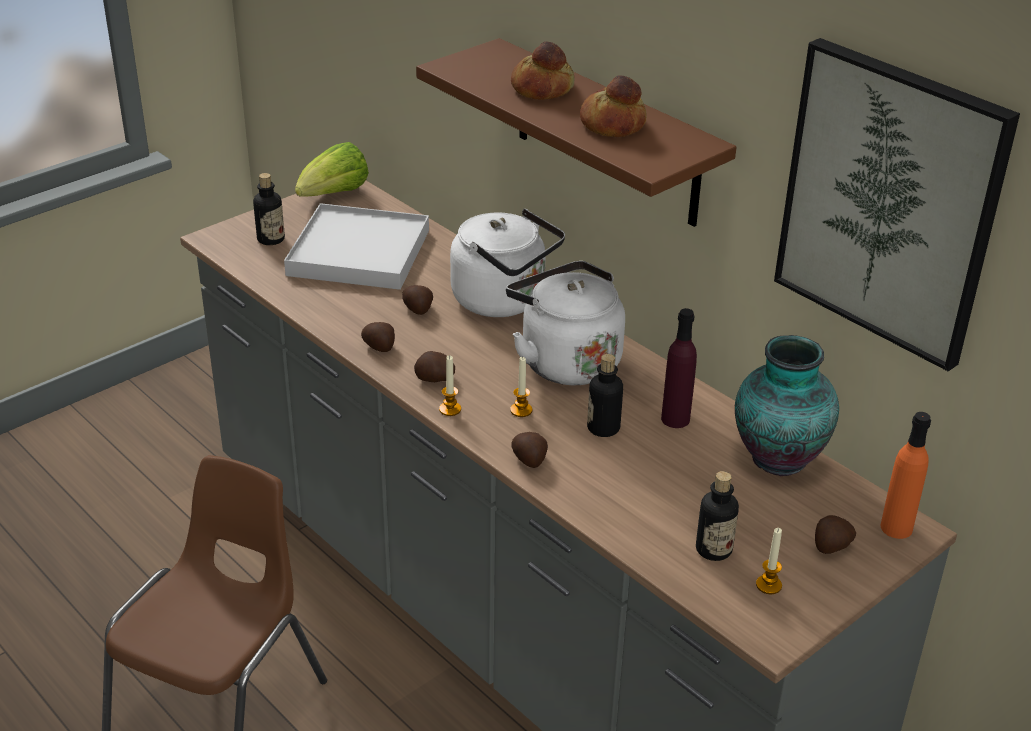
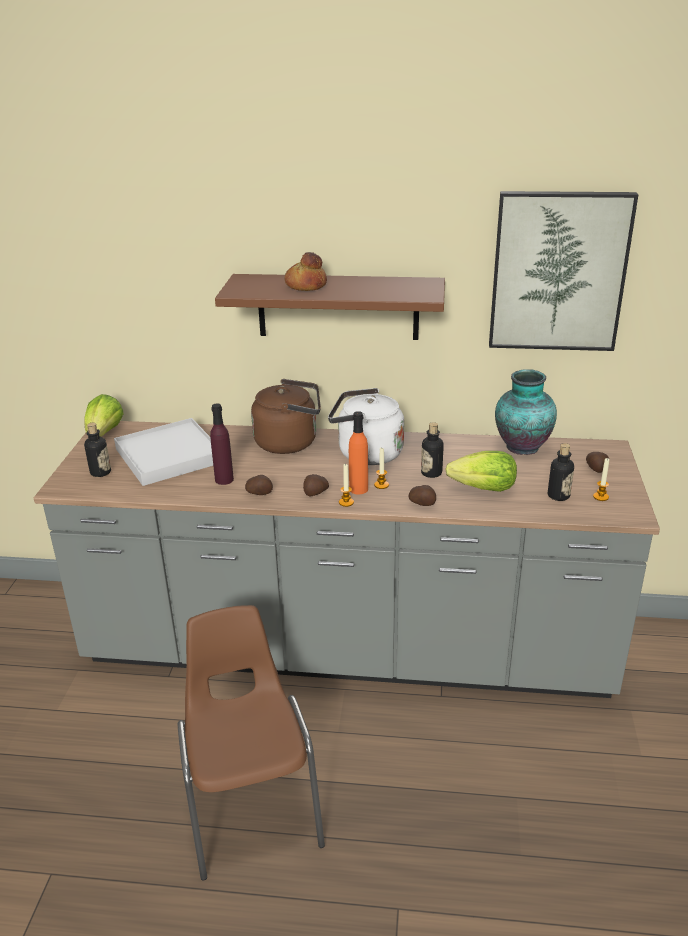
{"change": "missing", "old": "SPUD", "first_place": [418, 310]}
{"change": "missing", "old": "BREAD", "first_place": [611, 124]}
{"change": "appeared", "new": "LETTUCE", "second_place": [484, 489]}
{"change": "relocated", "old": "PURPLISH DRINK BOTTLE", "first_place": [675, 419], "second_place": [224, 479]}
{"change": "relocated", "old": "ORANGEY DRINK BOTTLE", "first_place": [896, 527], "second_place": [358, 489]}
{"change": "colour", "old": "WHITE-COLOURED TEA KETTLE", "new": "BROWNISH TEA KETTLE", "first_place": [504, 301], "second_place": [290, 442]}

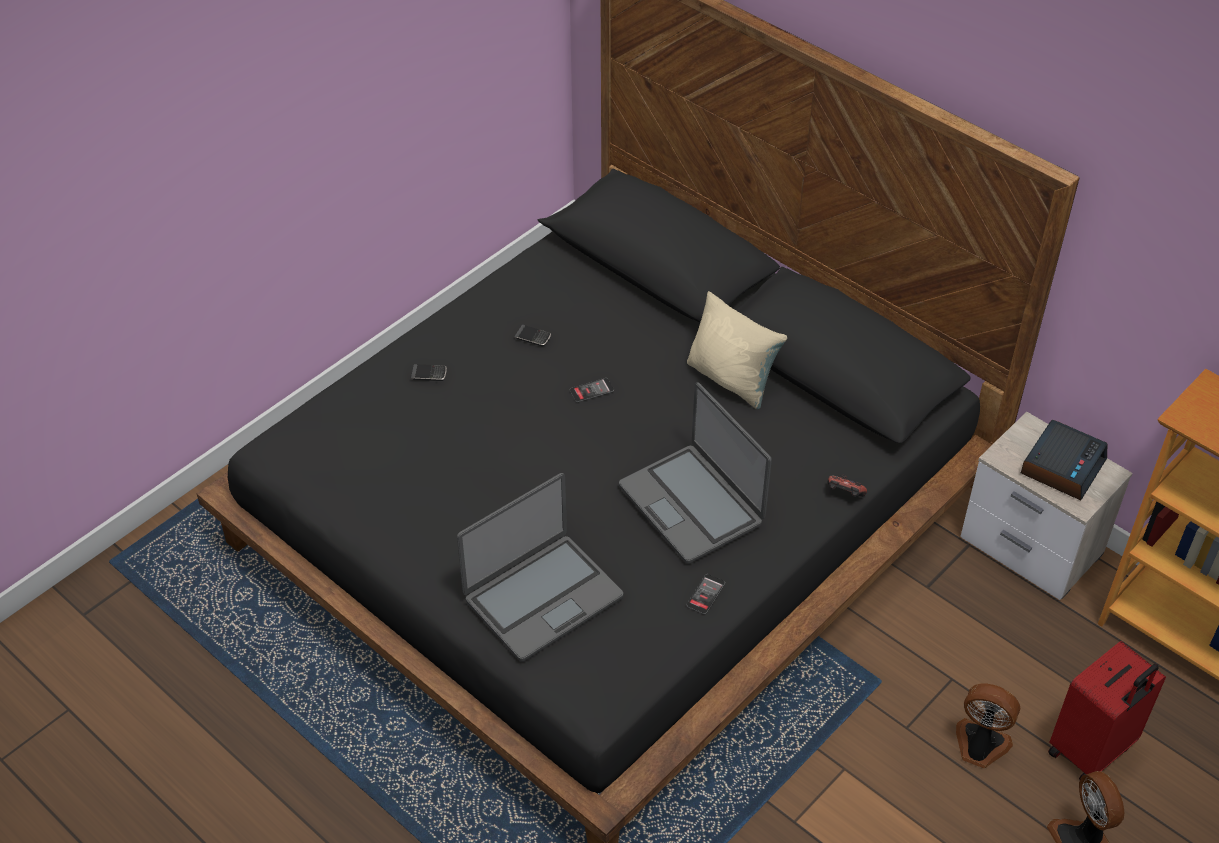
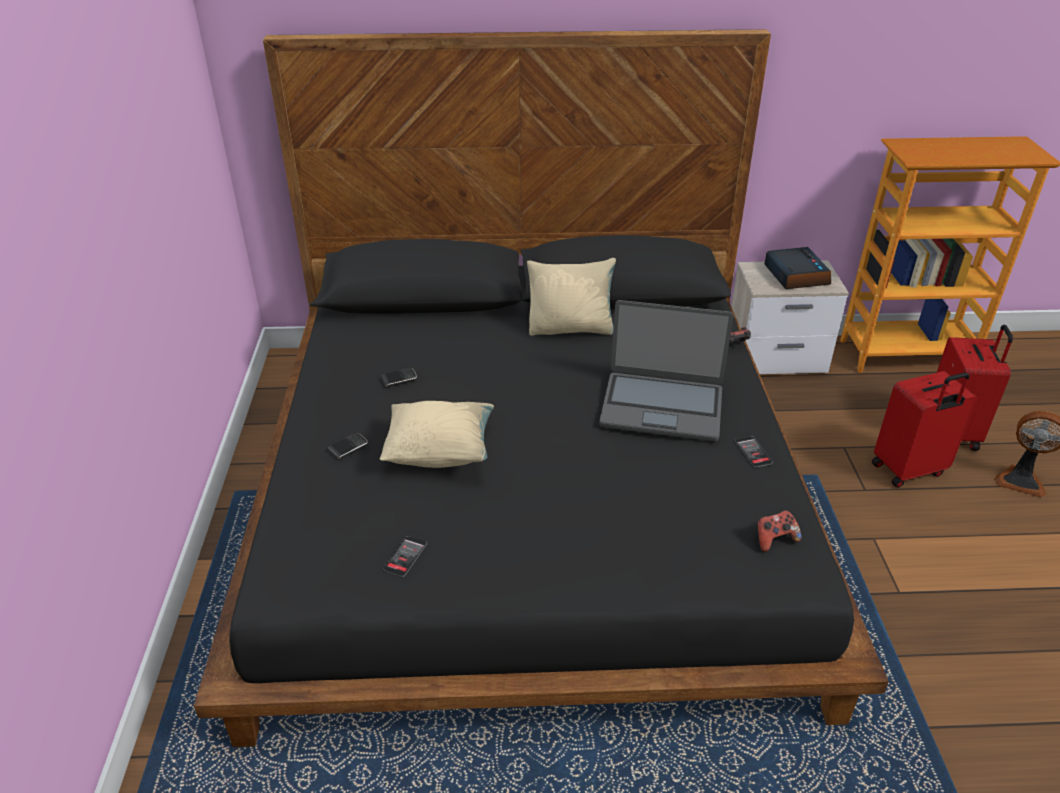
{"change": "missing", "old": "LAPTOP", "first_place": [542, 597]}
{"change": "appeared", "new": "BEIGE-COLOURED THROW PILLOW", "second_place": [440, 452]}
{"change": "appeared", "new": "JOYPAD", "second_place": [774, 539]}
{"change": "relocated", "old": "TELEPHONE", "first_place": [591, 390], "second_place": [405, 556]}
{"change": "exchanged", "old": "ELECTRIC FAN", "new": "REDDISH TRAVEL CASE", "first_place": [979, 746], "second_place": [909, 470]}

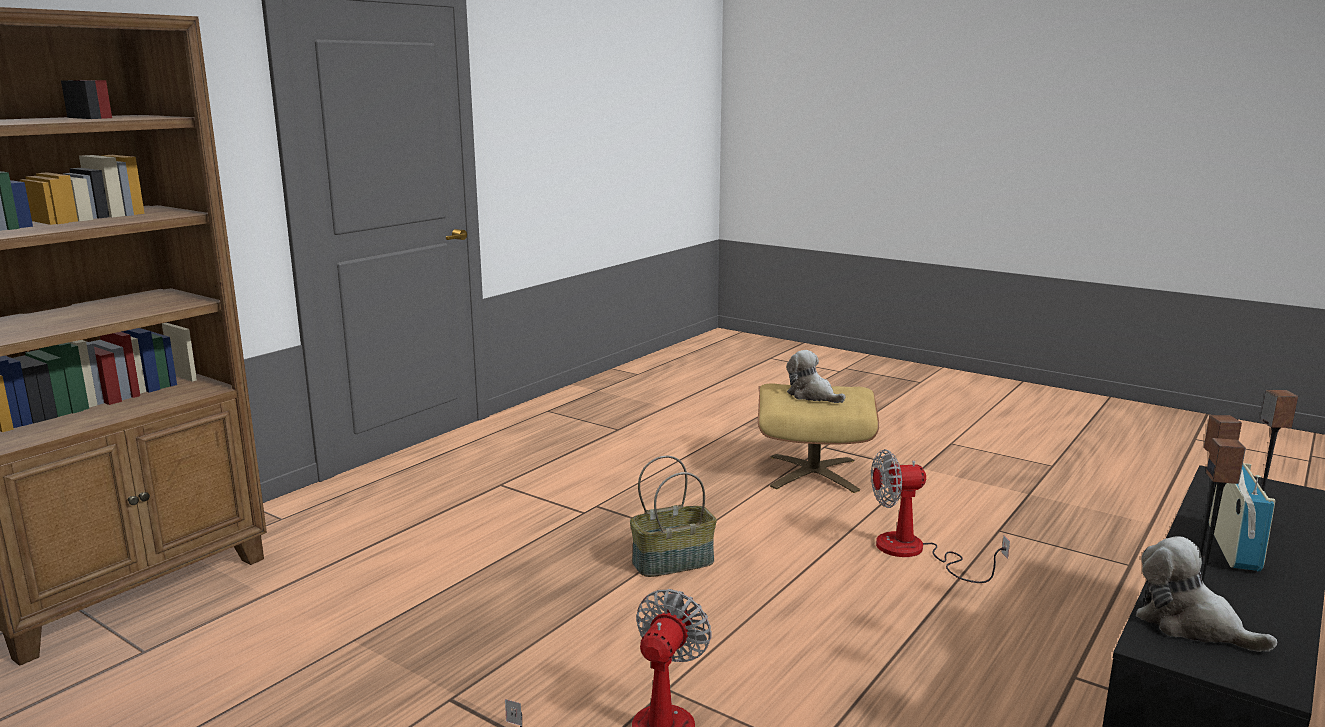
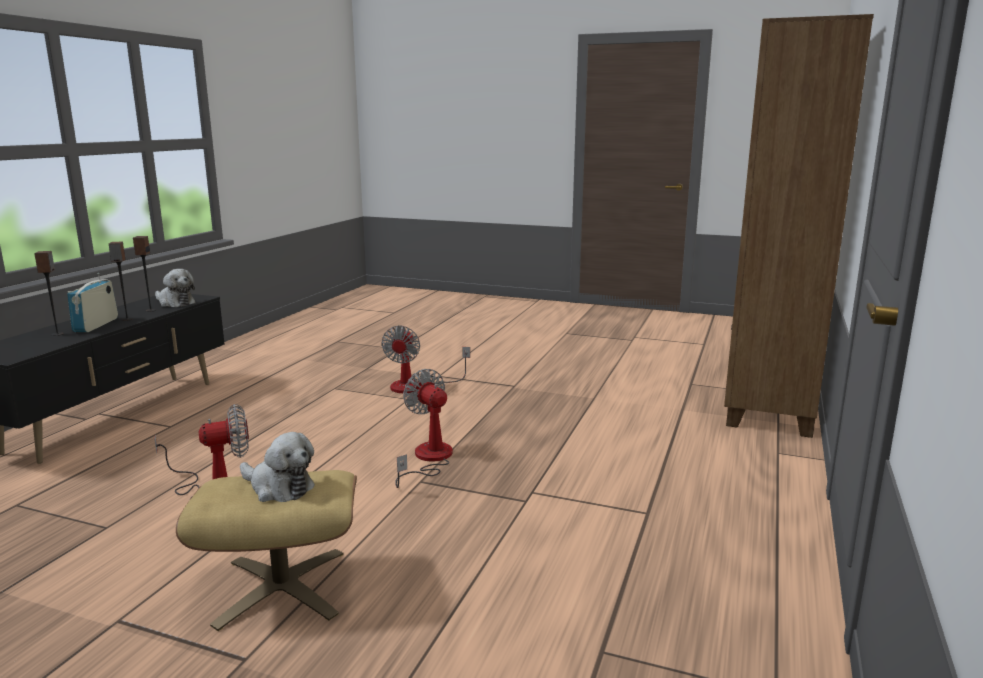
{"change": "exchanged", "old": "STORAGE BASKET", "new": "ELECTRIC FAN", "first_place": [673, 561], "second_place": [428, 459]}

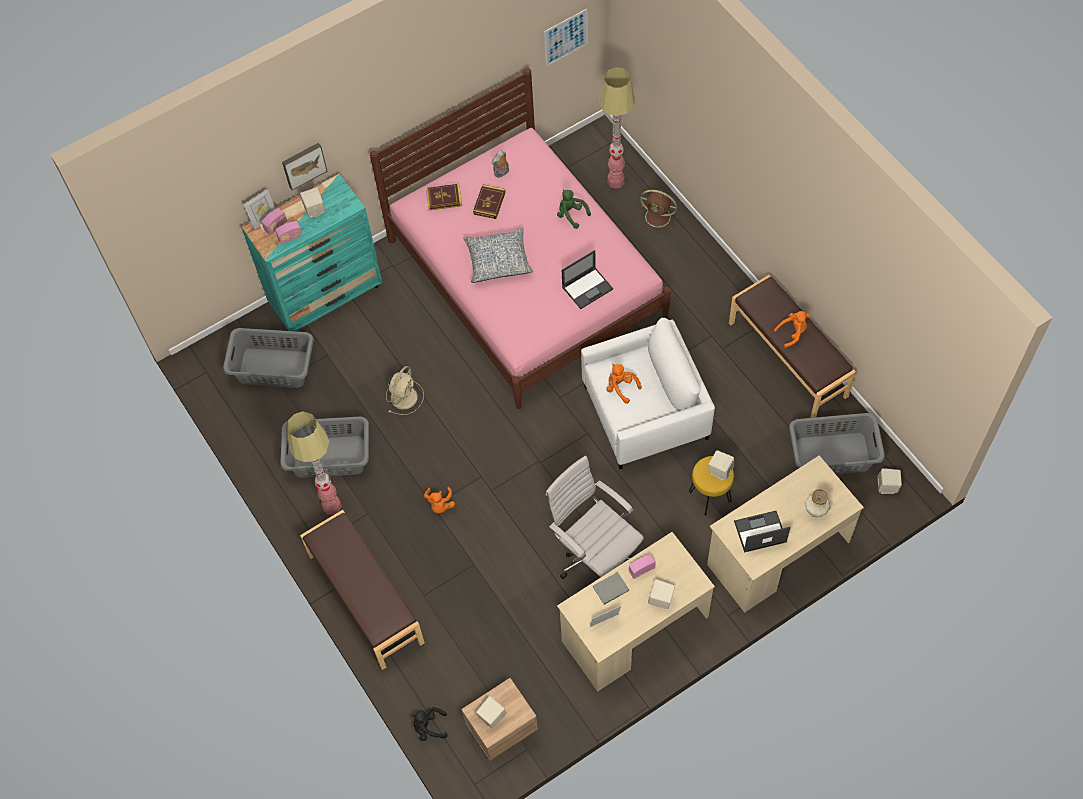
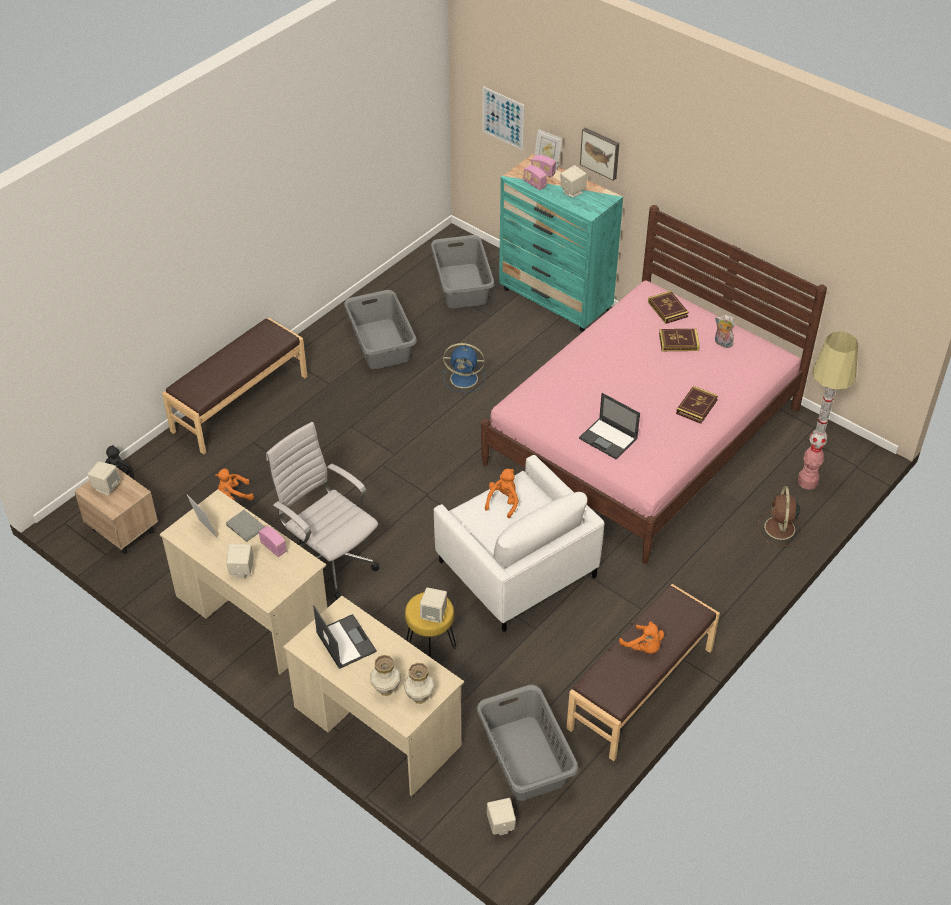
{"change": "missing", "old": "STANDING LAMP", "first_place": [332, 506]}
{"change": "missing", "old": "THROW PILLOW", "first_place": [498, 260]}
{"change": "appeared", "new": "DECORATIVE VASE", "second_place": [419, 697]}
{"change": "relocated", "old": "ORANGEY CUDDLY TOY", "first_place": [440, 504], "second_place": [234, 496]}
{"change": "relocated", "old": "WALL PICTURE", "first_place": [566, 37], "second_place": [503, 118]}
{"change": "exchanged", "old": "GREENISH CUDDLY TOY", "new": "VOLUME", "first_place": [571, 215], "second_place": [696, 407]}
{"change": "colour", "old": "BEIGE-COLOURED ELECTRIC FAN", "new": "BLUE ELECTRIC FAN", "first_place": [404, 396], "second_place": [465, 378]}
{"change": "spun", "old": "WHITE-COLOURED OFFICE CHAIR", "first_place": [594, 556], "second_place": [329, 562], "degrees": -75}

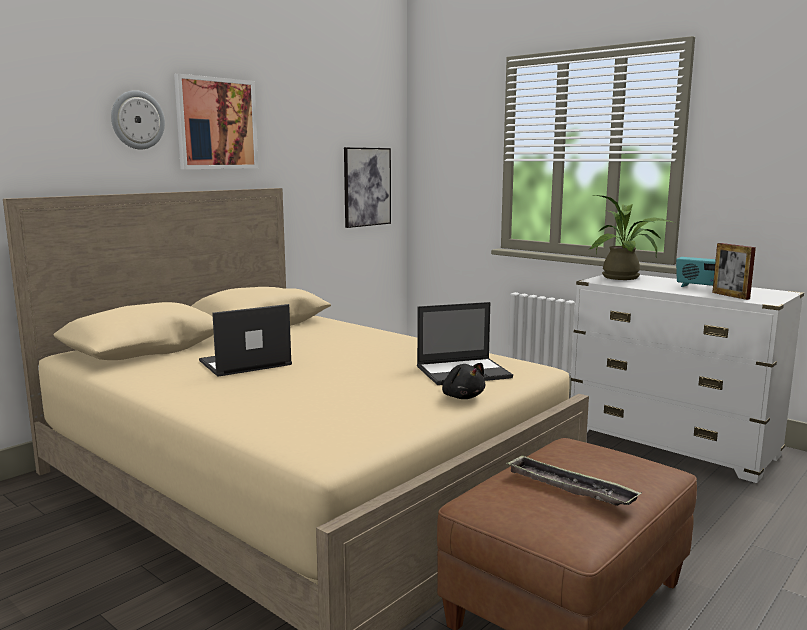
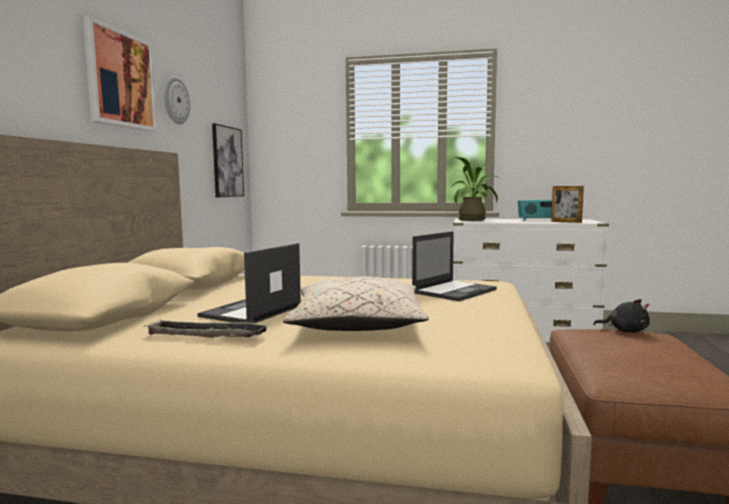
{"change": "appeared", "new": "BEIGE-COLOURED THROW PILLOW", "second_place": [357, 324]}
{"change": "relocated", "old": "WALL CLOCK", "first_place": [137, 120], "second_place": [175, 100]}
{"change": "relocated", "old": "BLACK CUDDLY TOY", "first_place": [462, 397], "second_place": [625, 331]}
{"change": "relocated", "old": "SERVING TRAY", "first_place": [569, 488], "second_place": [206, 335]}

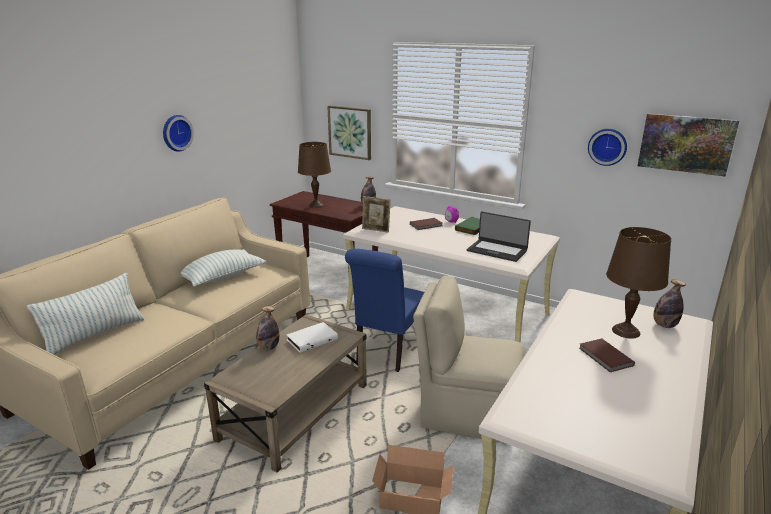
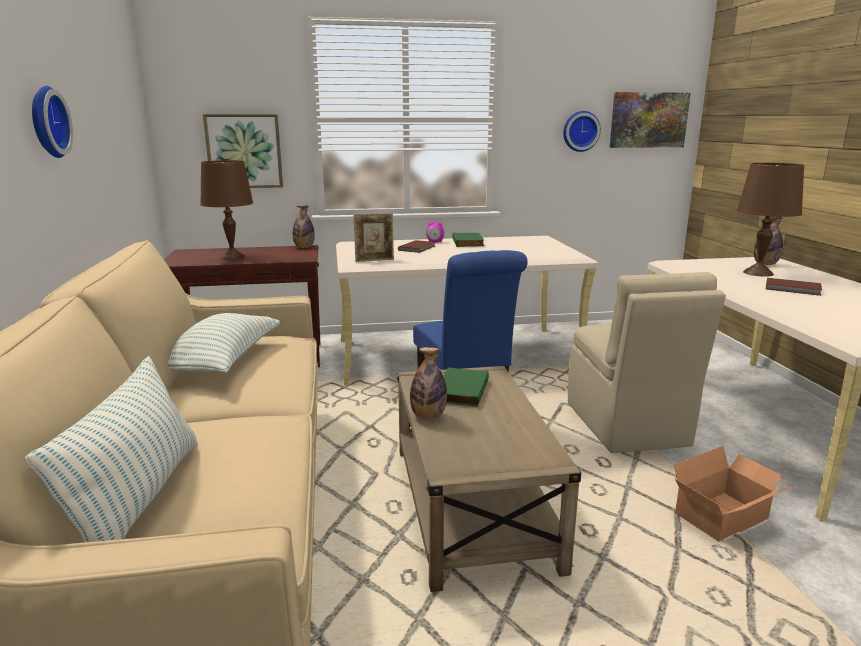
{"change": "missing", "old": "LAPTOP", "first_place": [497, 250]}
{"change": "colour", "old": "WHITE-COLOURED VOLUME", "new": "GREENISH VOLUME", "first_place": [312, 339], "second_place": [460, 390]}
{"change": "spun", "old": "BEIGE-COLOURED CHAIR", "first_place": [467, 413], "second_place": [627, 425], "degrees": -75}

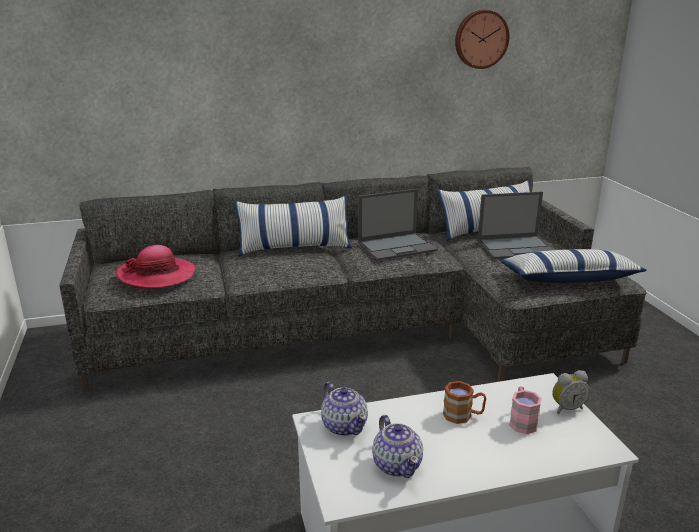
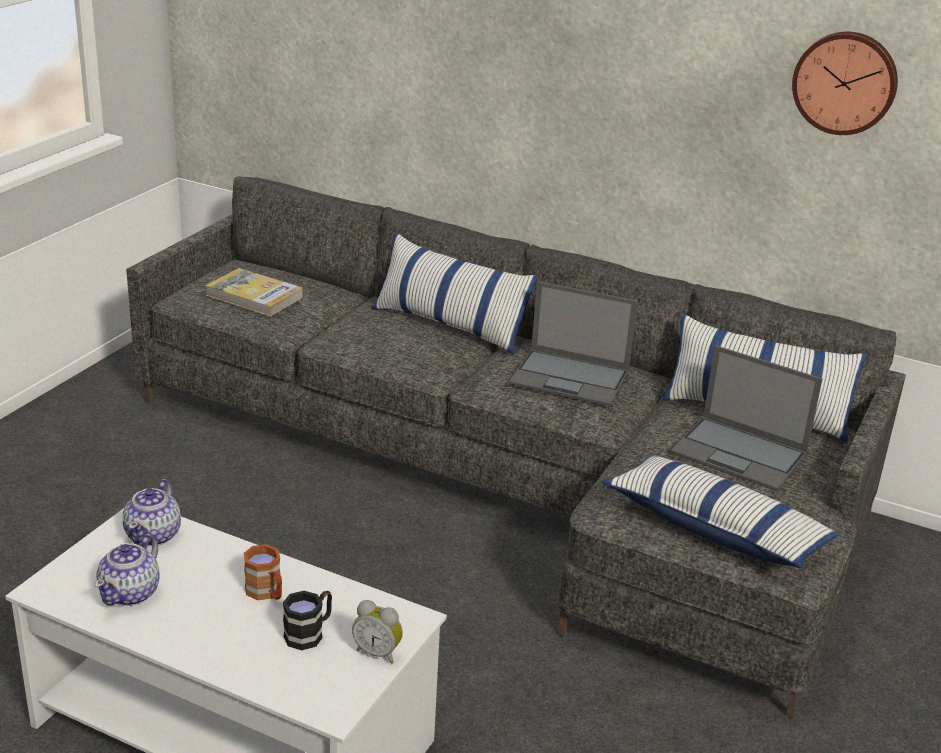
{"change": "exchanged", "old": "CLOTHING HAT", "new": "VOLUME", "first_place": [157, 275], "second_place": [254, 296]}
{"change": "colour", "old": "PINK-COLOURED COFFEE MUG", "new": "BLACK COFFEE MUG", "first_place": [522, 420], "second_place": [309, 633]}

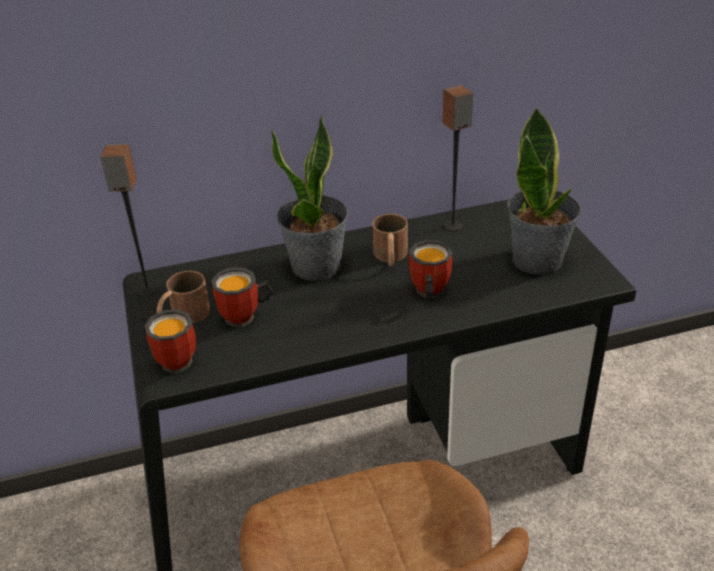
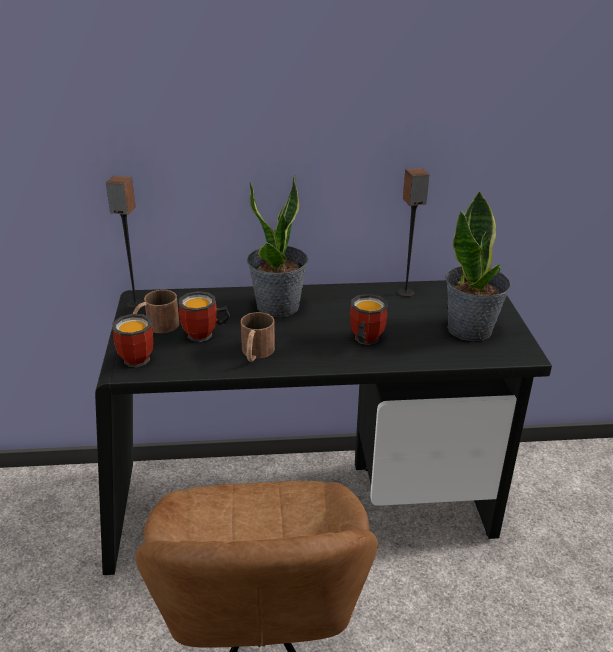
{"change": "relocated", "old": "BROWNISH COFFEE MUG", "first_place": [390, 257], "second_place": [255, 353]}

